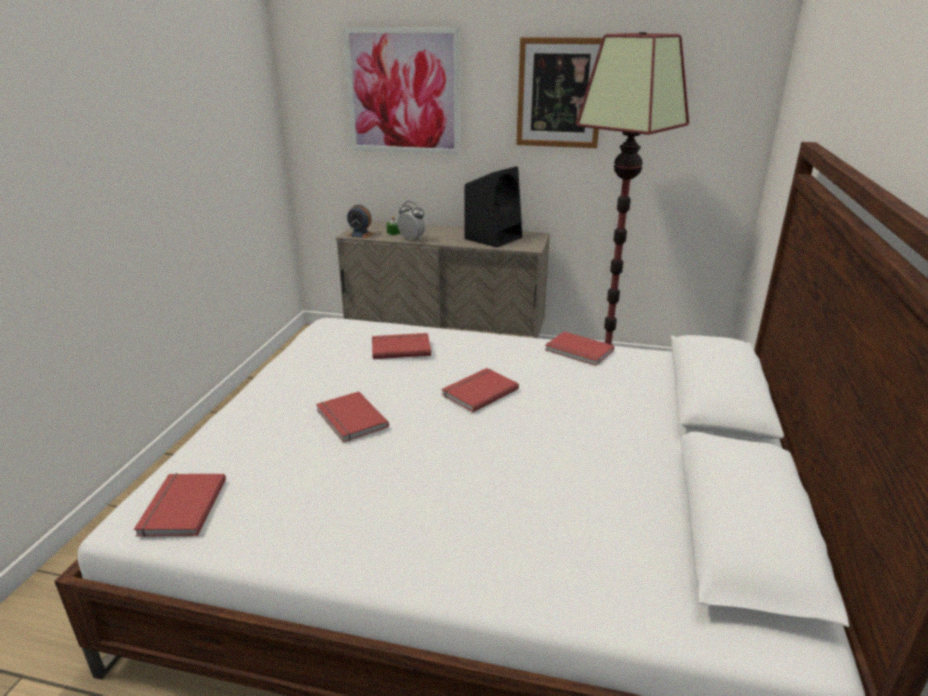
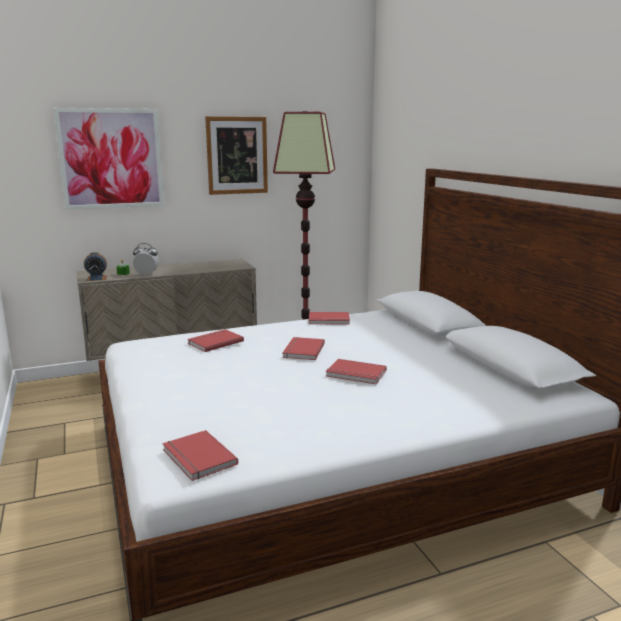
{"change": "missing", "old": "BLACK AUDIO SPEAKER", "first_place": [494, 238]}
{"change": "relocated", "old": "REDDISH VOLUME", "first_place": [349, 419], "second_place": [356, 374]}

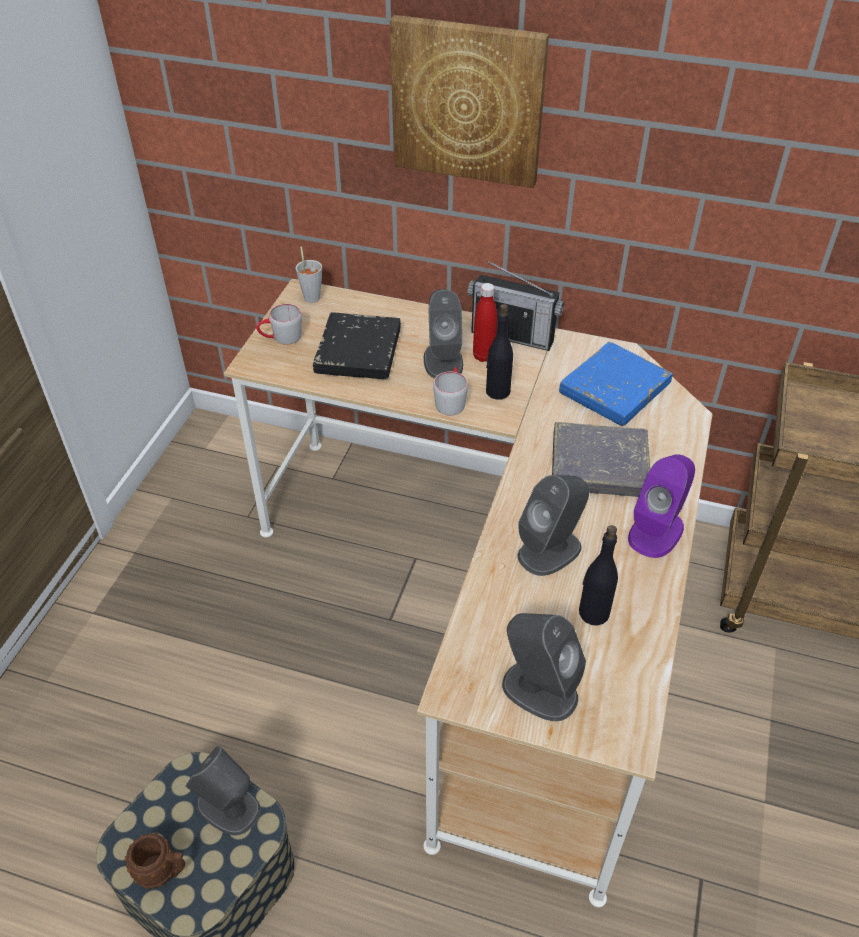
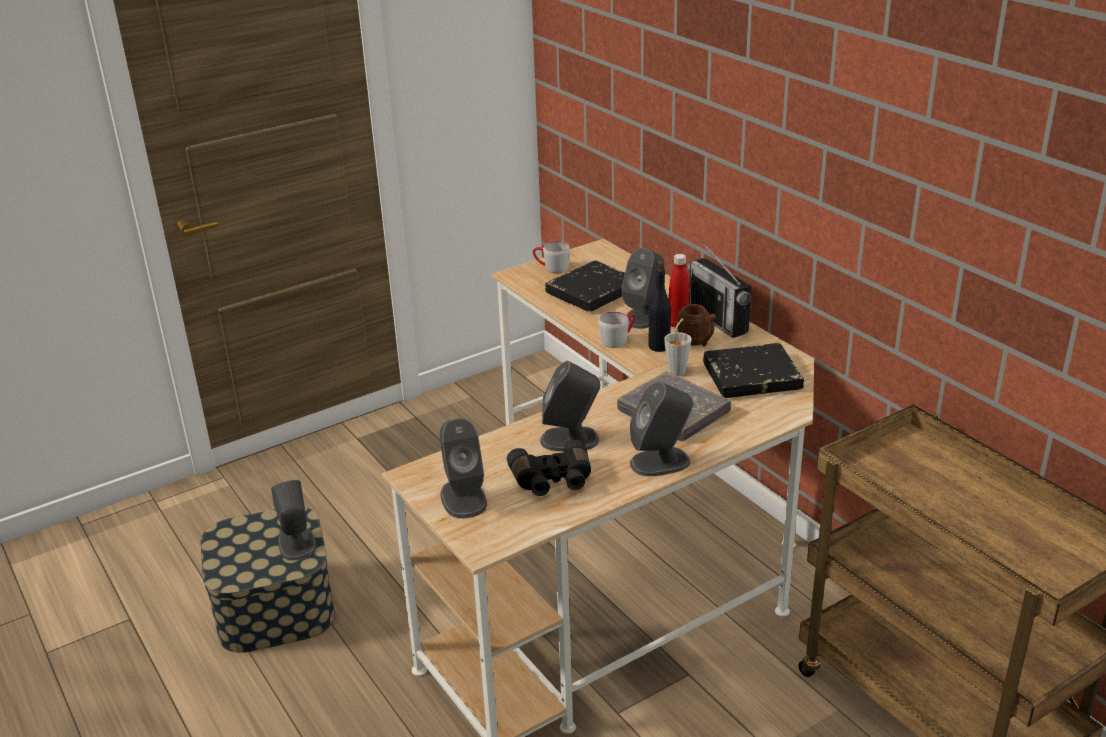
{"change": "missing", "old": "WALL PICTURE", "first_place": [468, 101]}
{"change": "relocated", "old": "BROWNISH COFFEE MUG", "first_place": [163, 872], "second_place": [697, 342]}
{"change": "relocated", "old": "GREY CUP", "first_place": [311, 295], "second_place": [678, 369]}
{"change": "exchanged", "old": "BLACK DRINK BOTTLE", "new": "BLACK FIELD GLASSES", "first_place": [593, 613], "second_place": [552, 481]}
{"change": "colour", "old": "BLUE VOLUME", "new": "BLACK VOLUME", "first_place": [614, 389], "second_place": [751, 376]}
{"change": "colour", "old": "PURPLISH AUDIO SPEAKER", "new": "GREY AUDIO SPEAKER", "first_place": [656, 531], "second_place": [660, 462]}

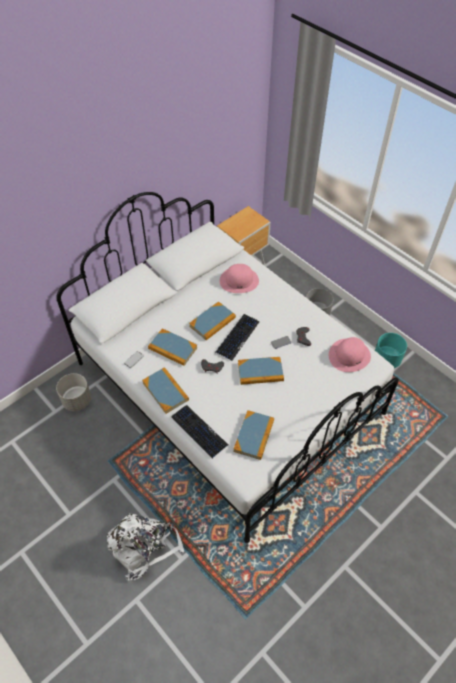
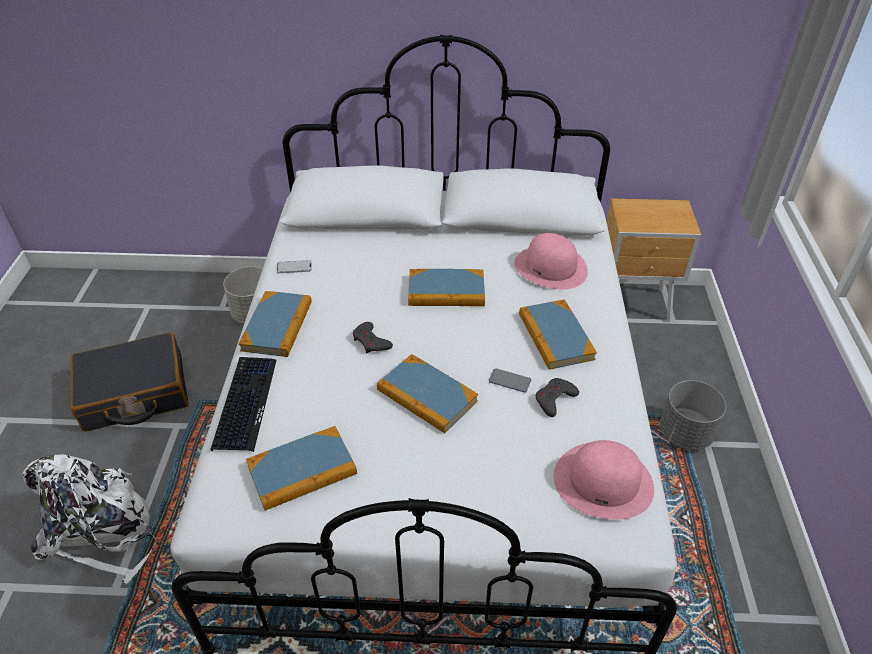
{"change": "missing", "old": "COMPUTER KEYBOARD", "first_place": [237, 337]}
{"change": "missing", "old": "BLUE-GREEN PLANT POT", "first_place": [386, 359]}
{"change": "appeared", "new": "BLACK TRAVEL CASE", "second_place": [134, 393]}
{"change": "relocated", "old": "VOLUME", "first_place": [173, 348], "second_place": [555, 337]}

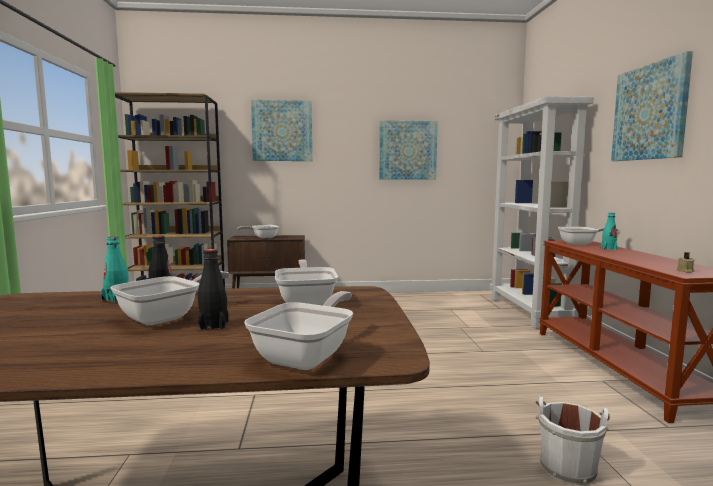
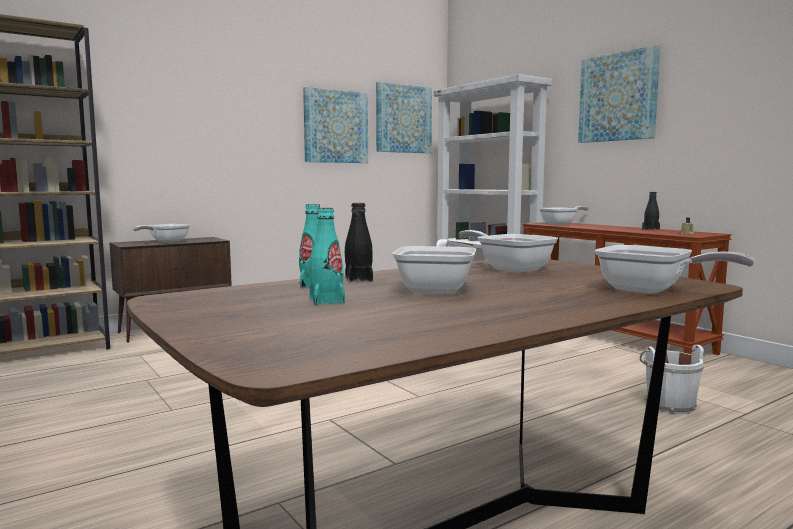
{"change": "relocated", "old": "BLACK DRINK BOTTLE", "first_place": [213, 325], "second_place": [650, 229]}
{"change": "relocated", "old": "WALL PICTURE", "first_place": [282, 131], "second_place": [403, 119]}
{"change": "relocated", "old": "BLUE-GREEN DRINK BOTTLE", "first_place": [608, 248], "second_place": [327, 301]}
{"change": "spun", "old": "SKILLET", "first_place": [308, 356], "second_place": [651, 291], "degrees": 135}

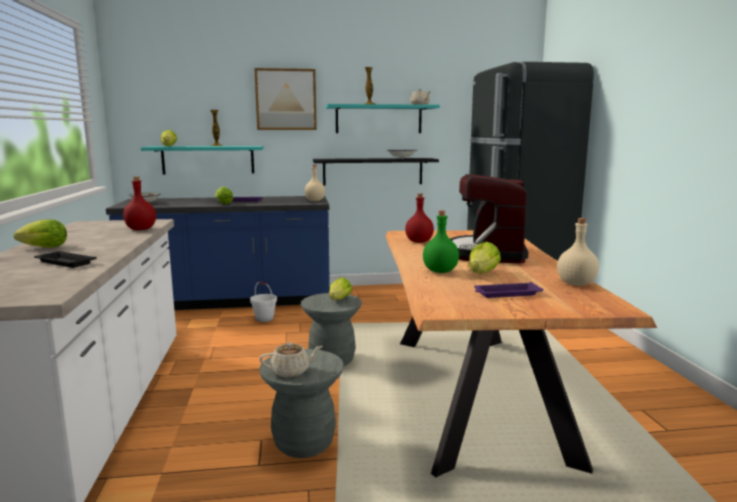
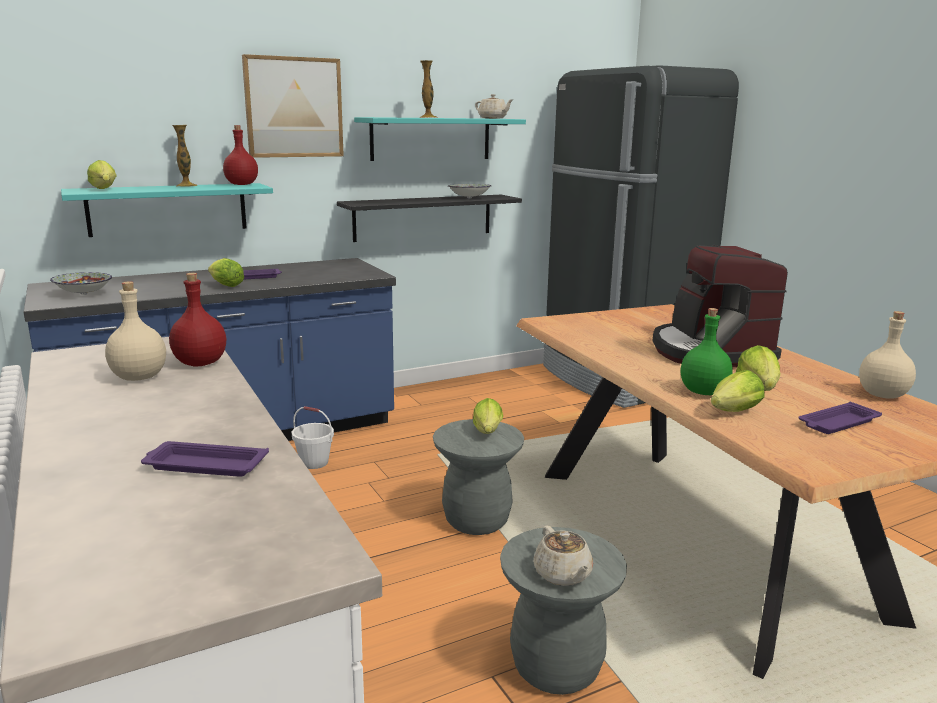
{"change": "relocated", "old": "LETTUCE", "first_place": [42, 248], "second_place": [732, 413]}
{"change": "relocated", "old": "BEIGE-COLOURED DRINK BOTTLE", "first_place": [315, 201], "second_place": [140, 377]}
{"change": "relocated", "old": "REDDISH DRINK BOTTLE", "first_place": [418, 242], "second_place": [241, 184]}
{"change": "colour", "old": "BLACK SERVING TRAY", "new": "PURPLISH SERVING TRAY", "first_place": [64, 262], "second_place": [204, 465]}
{"change": "spun", "old": "BEIGE-COLOURED TEA POT", "first_place": [291, 372], "second_place": [563, 575], "degrees": 105}

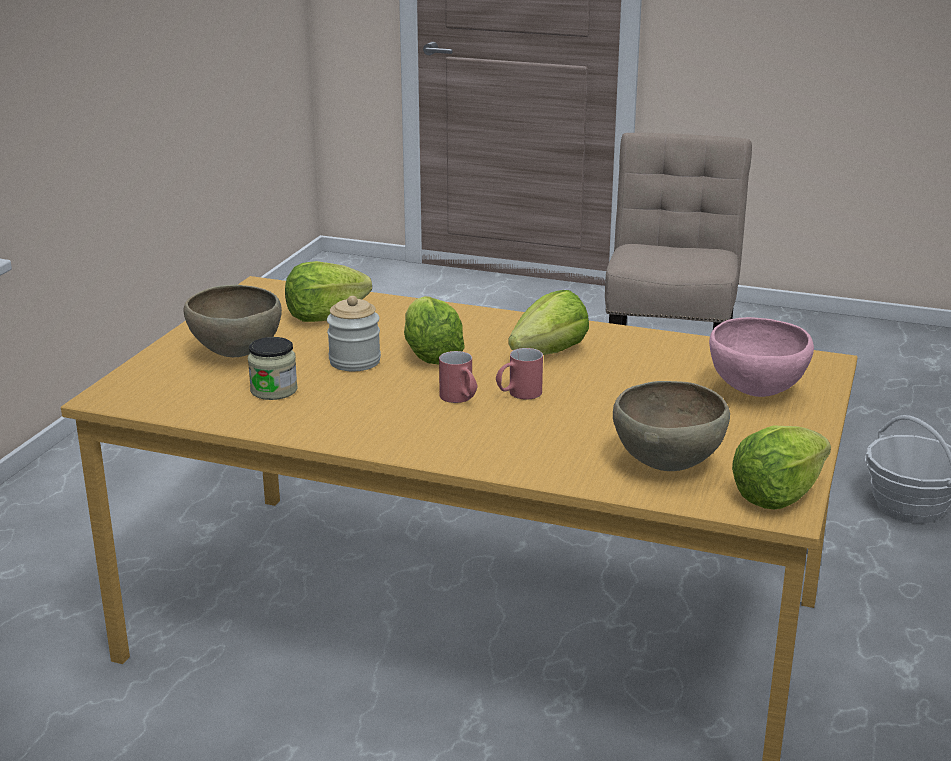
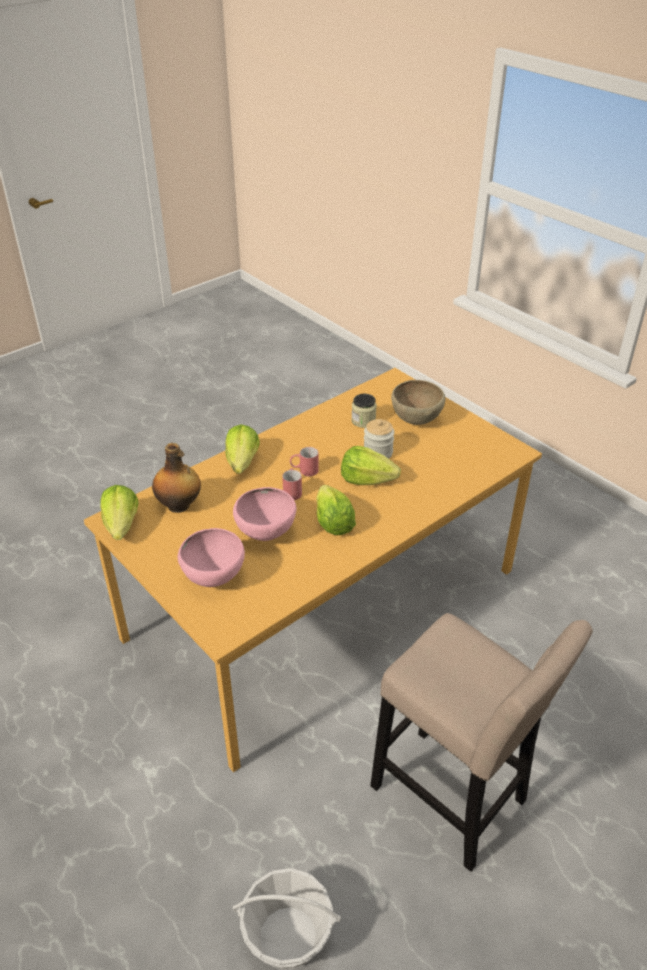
{"change": "appeared", "new": "PINK-COLOURED DEEP DISH", "second_place": [266, 534]}
{"change": "relocated", "old": "LETTUCE", "first_place": [325, 316], "second_place": [242, 462]}
{"change": "exchanged", "old": "BROWNISH DEEP DISH", "new": "DRINK BOTTLE", "first_place": [667, 465], "second_place": [179, 506]}

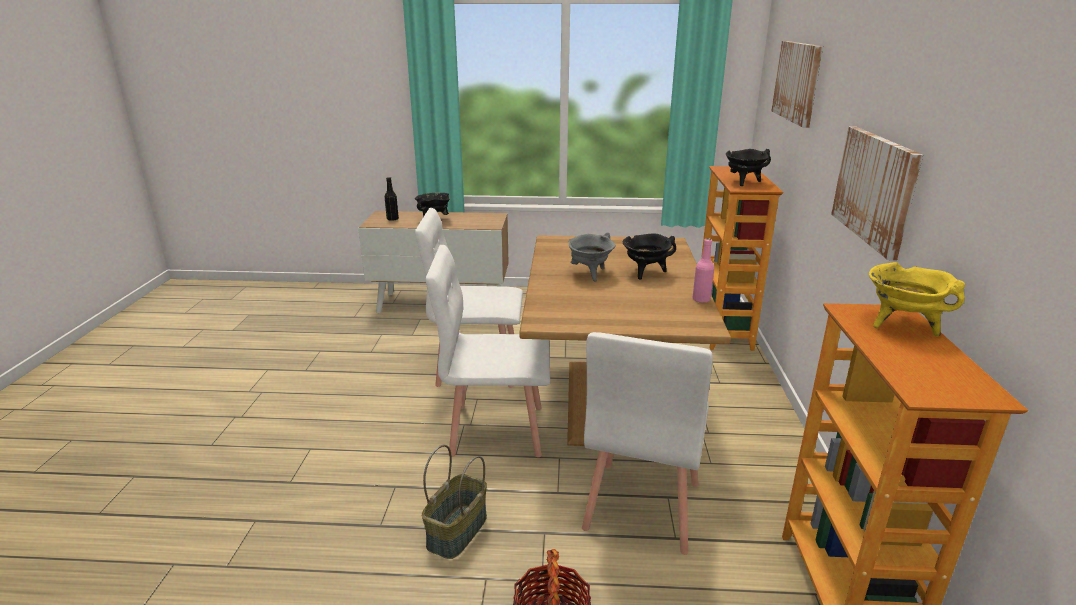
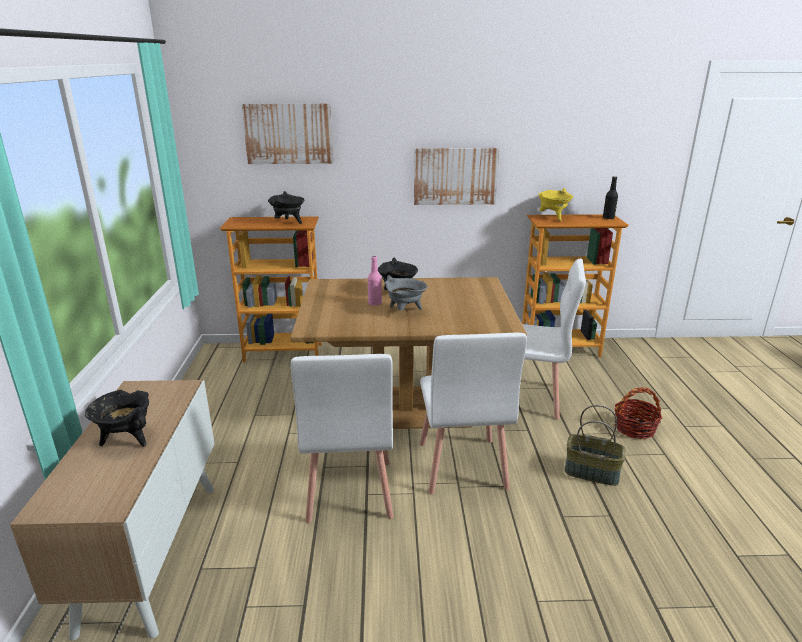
{"change": "relocated", "old": "BLACK DRINK BOTTLE", "first_place": [392, 219], "second_place": [608, 218]}
{"change": "relocated", "old": "PINK-COLOURED DRINK BOTTLE", "first_place": [701, 300], "second_place": [375, 303]}

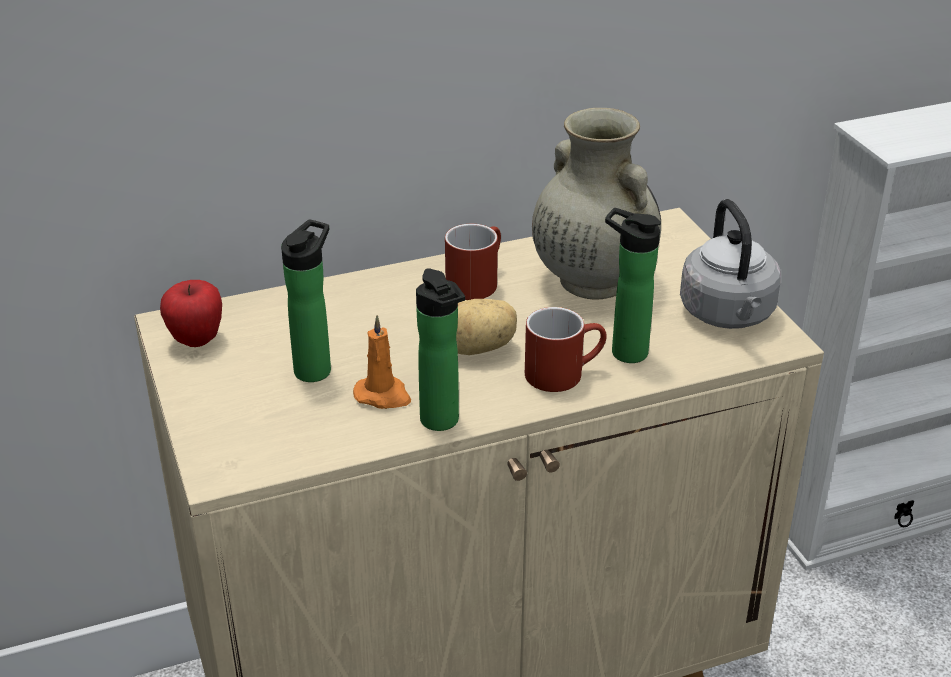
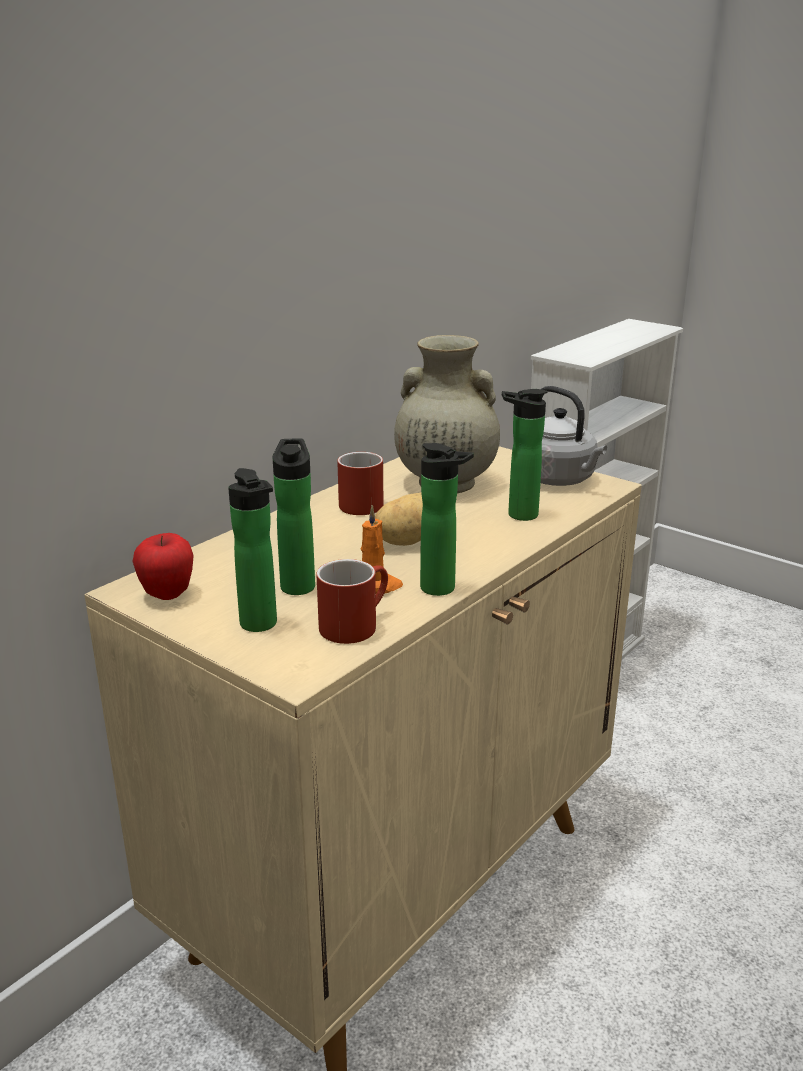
{"change": "appeared", "new": "DRINK BOTTLE", "second_place": [260, 626]}
{"change": "relocated", "old": "REDDISH COFFEE MUG", "first_place": [563, 372], "second_place": [355, 624]}

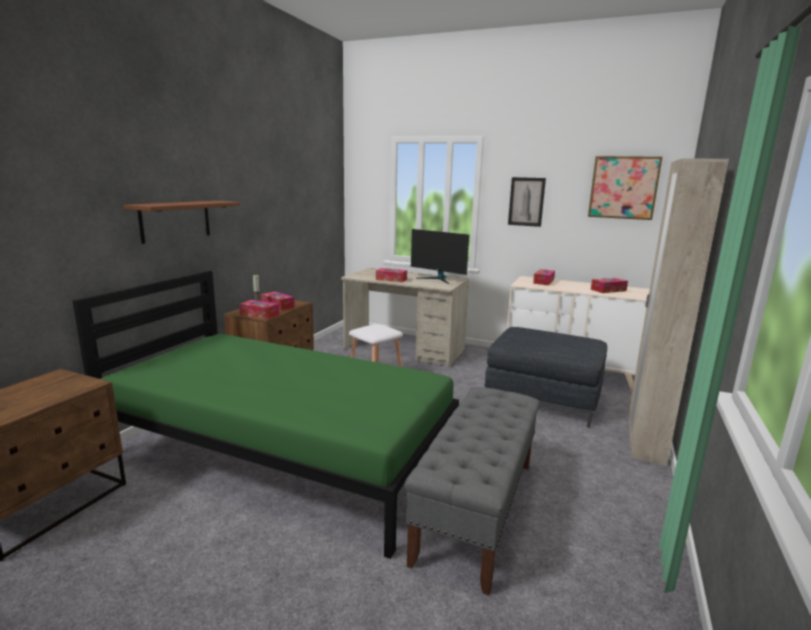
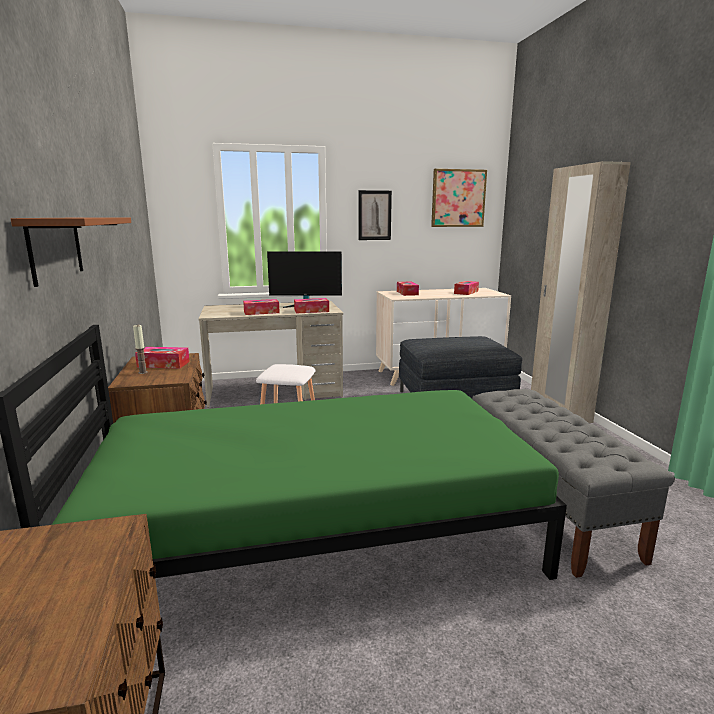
{"change": "relocated", "old": "TISSUE BOX", "first_place": [259, 315], "second_place": [311, 311]}

